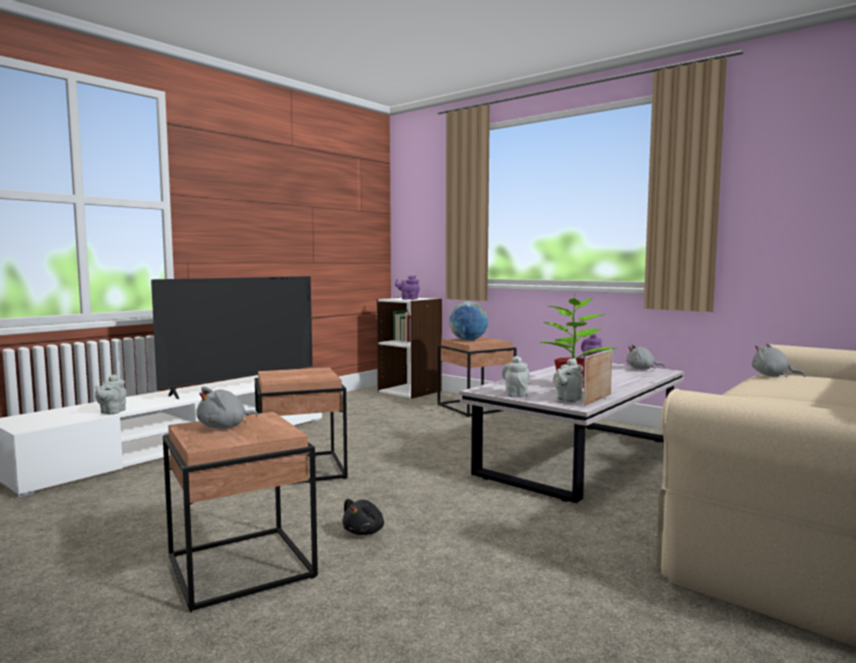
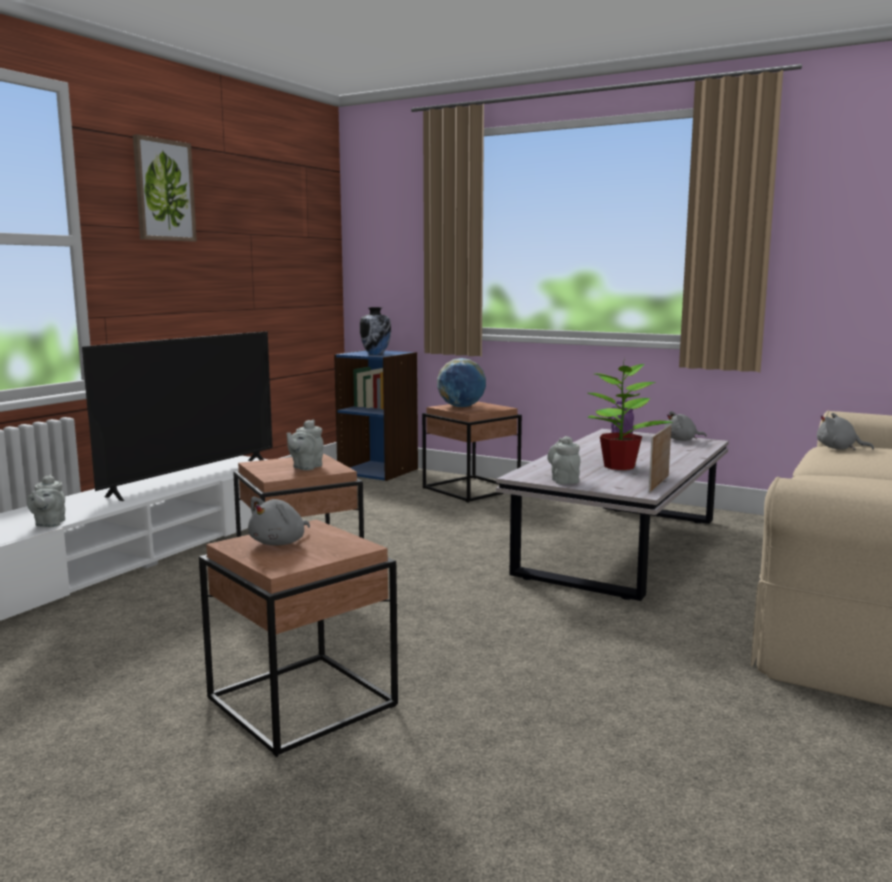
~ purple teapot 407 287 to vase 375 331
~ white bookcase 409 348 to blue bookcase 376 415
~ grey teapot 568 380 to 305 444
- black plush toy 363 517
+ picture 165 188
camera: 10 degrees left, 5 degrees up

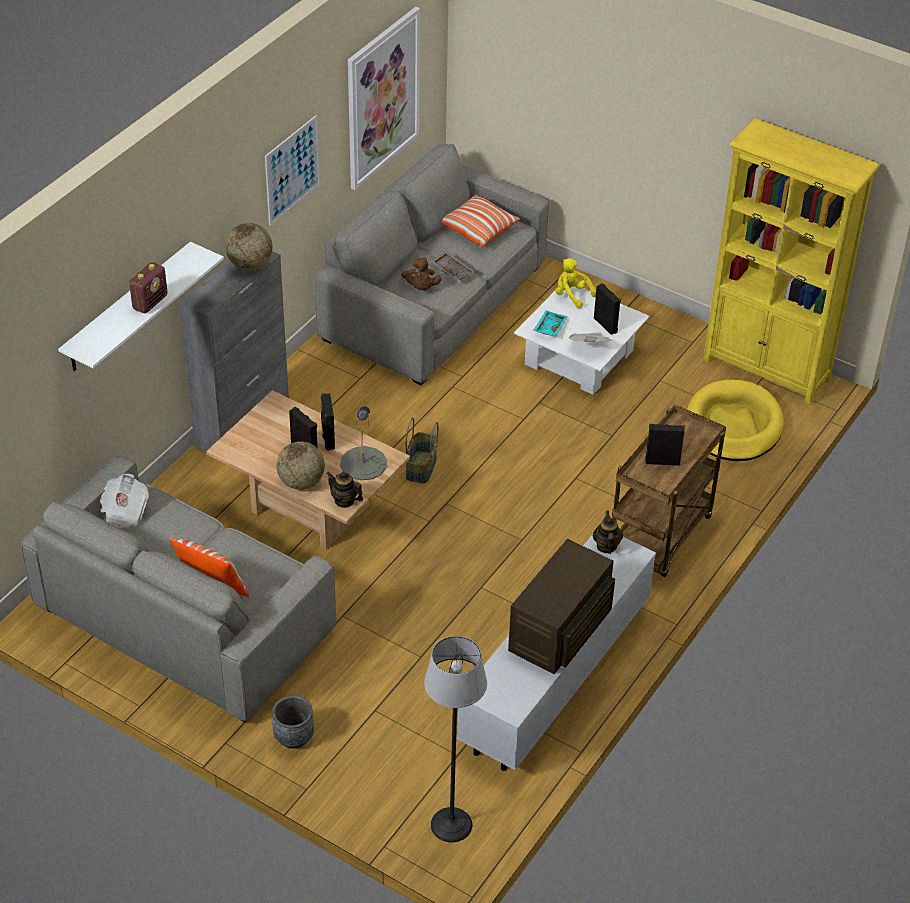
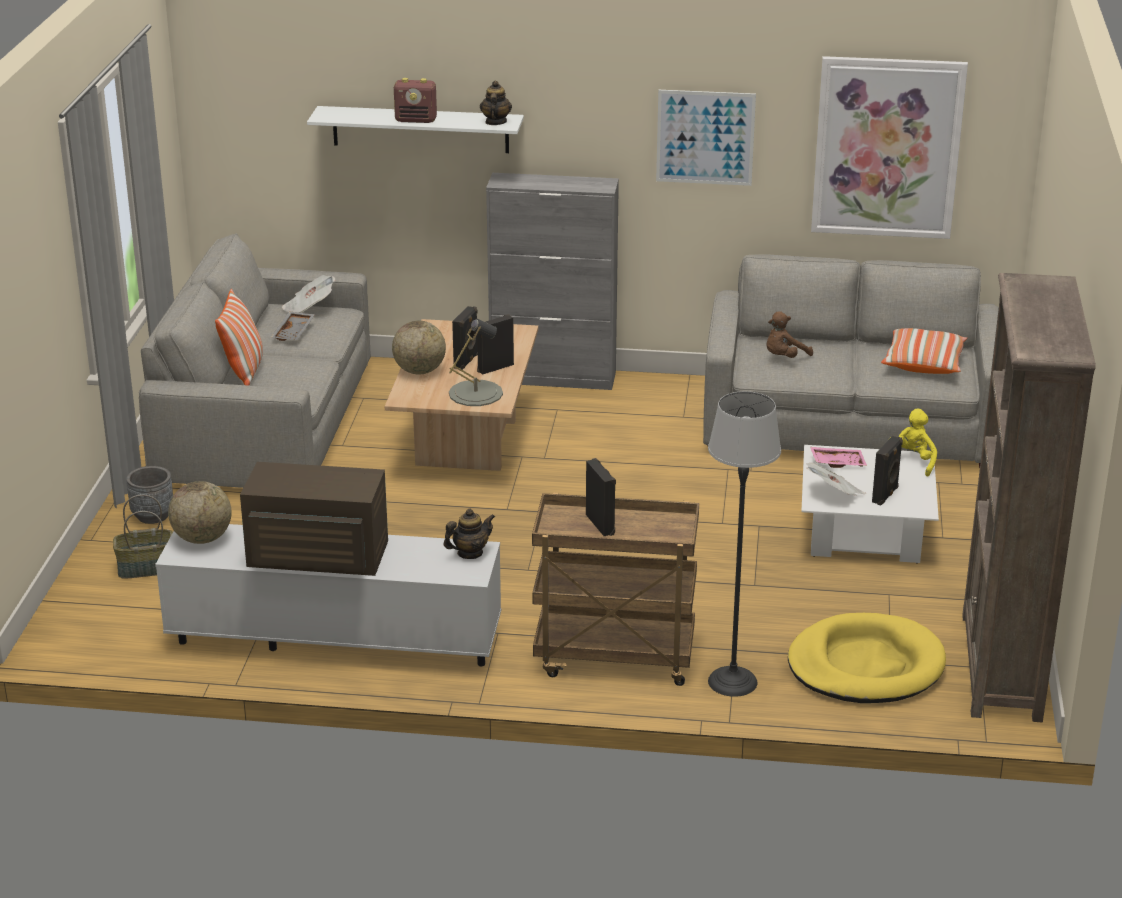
~ yellow bookcase 791 261 to brown bookcase 1029 498
~ globe 249 246 to 200 512
~ grey tray 453 267 to 293 326
~ turquoise tray 550 323 to pink tray 838 457
~ basket 422 450 to 143 536
~ teapot 344 489 to 496 102
~ floor lamp 455 739 to 744 544
camera: 65 degrees right, 15 degrees down

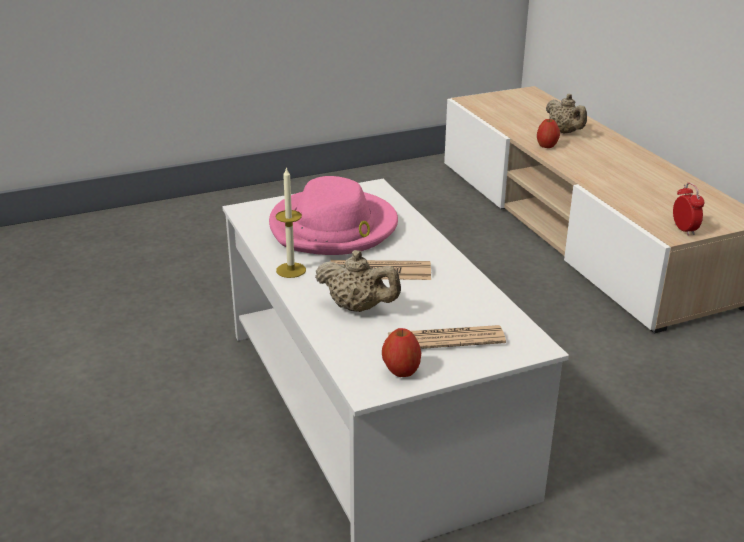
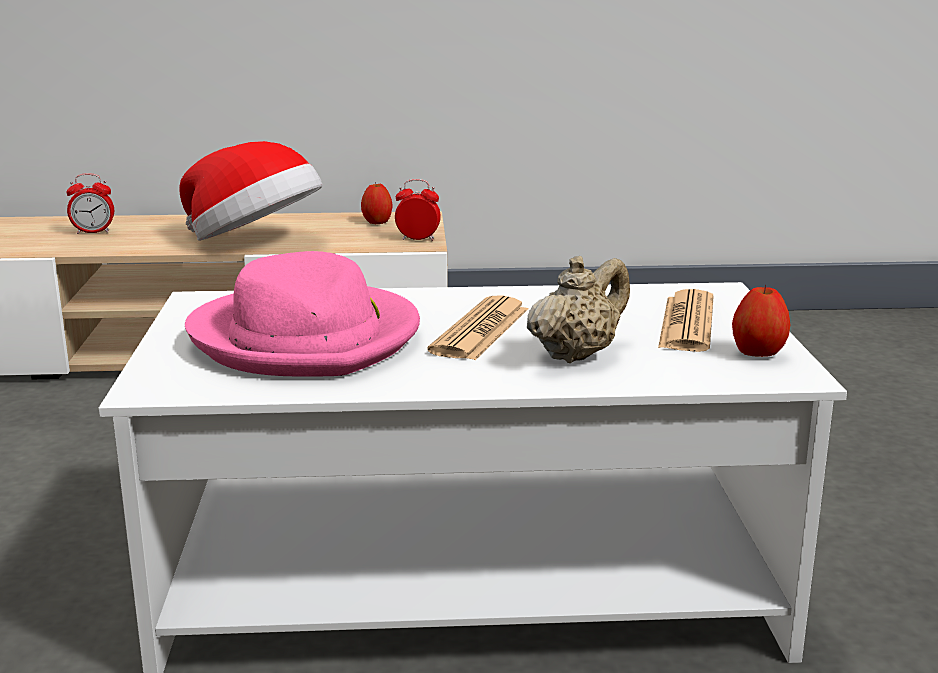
~ beige teapot 566 114 to alarm clock 90 203
~ apple 548 133 to 377 203
- candle 291 222
+ hat 251 191
camera: 70 degrees left, 10 degrees down

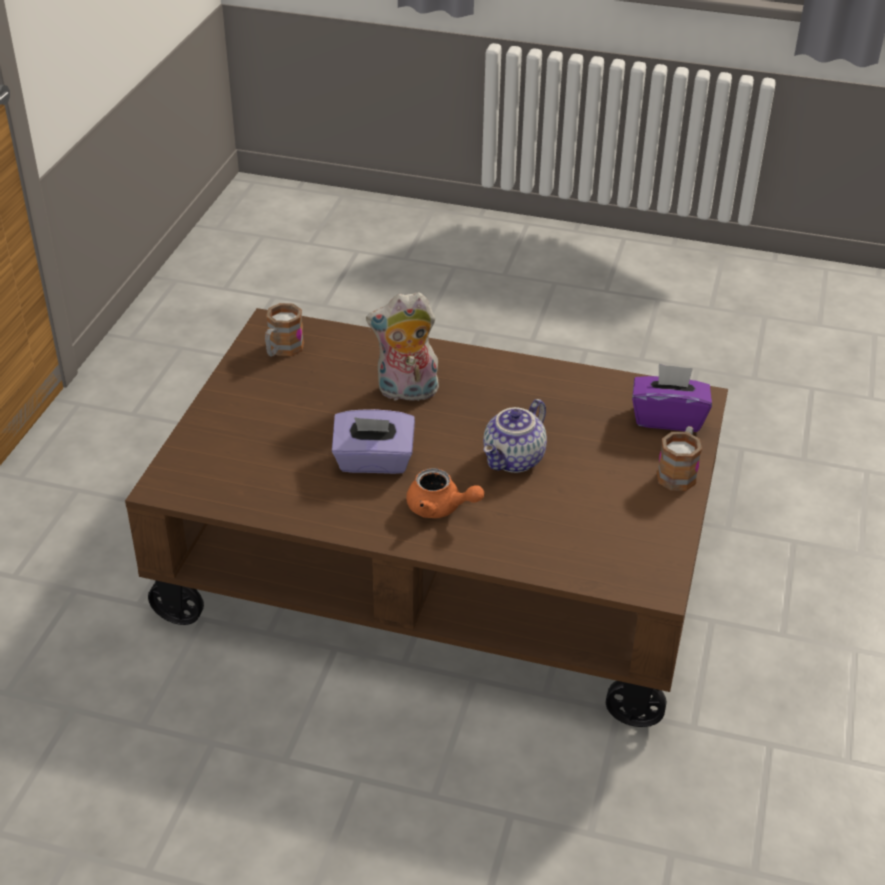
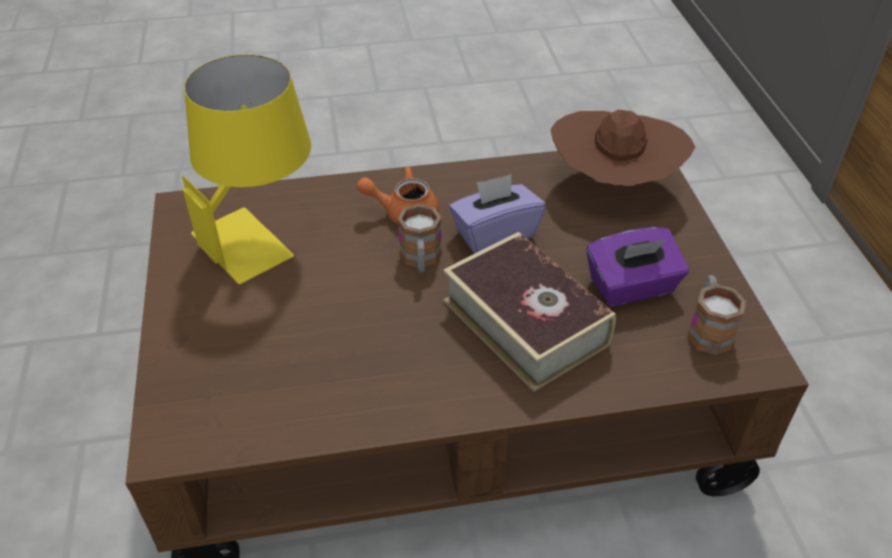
~ plush toy 402 346 to book 529 312
~ purple tissue box 672 398 to 637 267
- teapot 515 436
~ mug 679 458 to 419 238
+ yellow table lamp 246 169
+ brown hat 623 148
camera: 155 degrees right, 5 degrees up

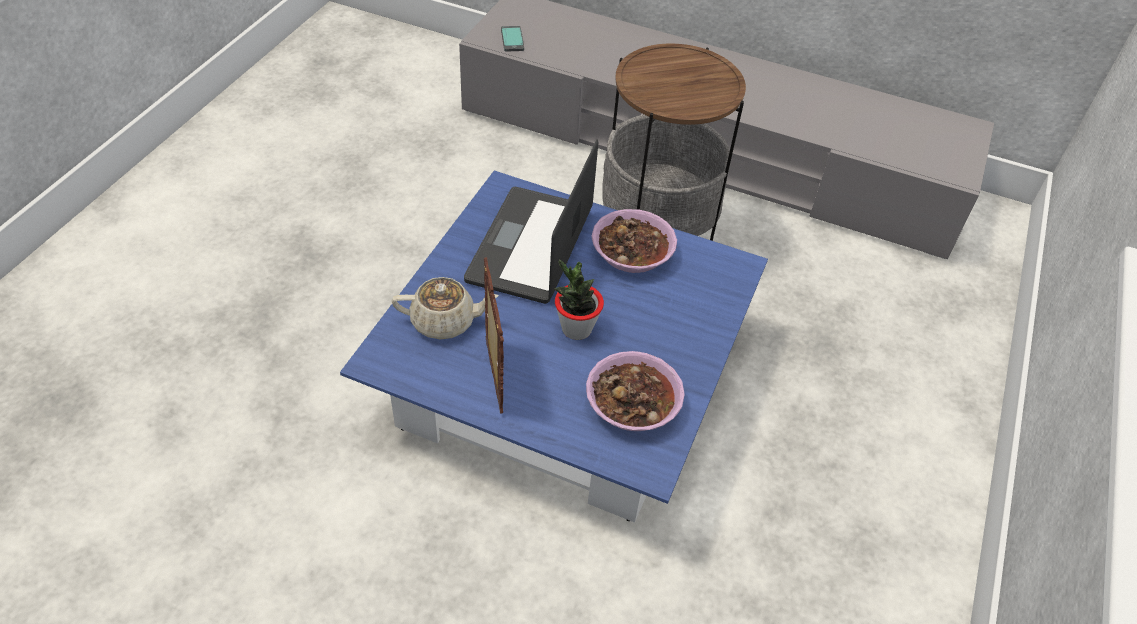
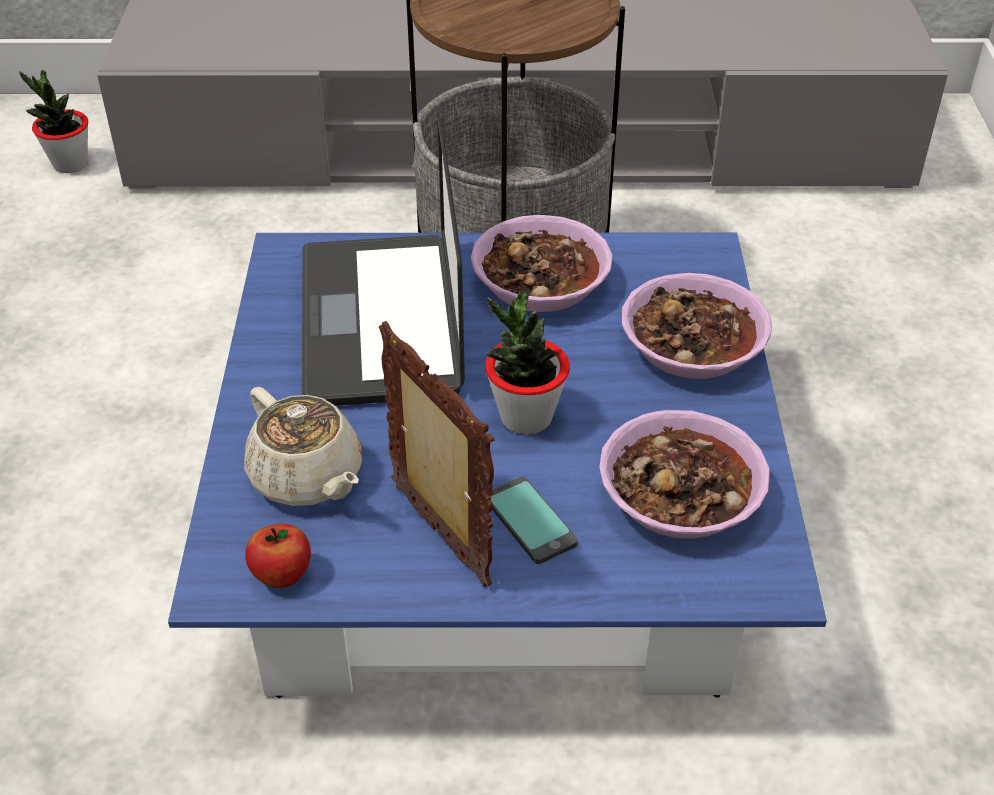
~ phone 512 39 to 534 520
~ beige teapot 445 308 = 303 446 75 degrees clockwise
+ potted plant 53 121
+ bowl 697 326
+ apple 278 556
camera: 20 degrees left, 5 degrees down

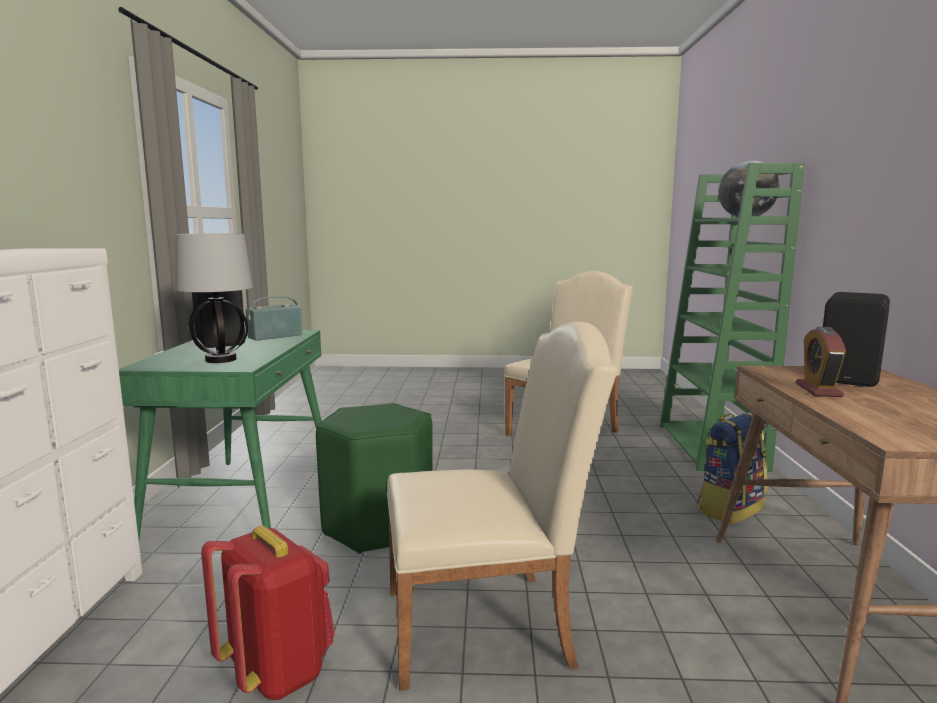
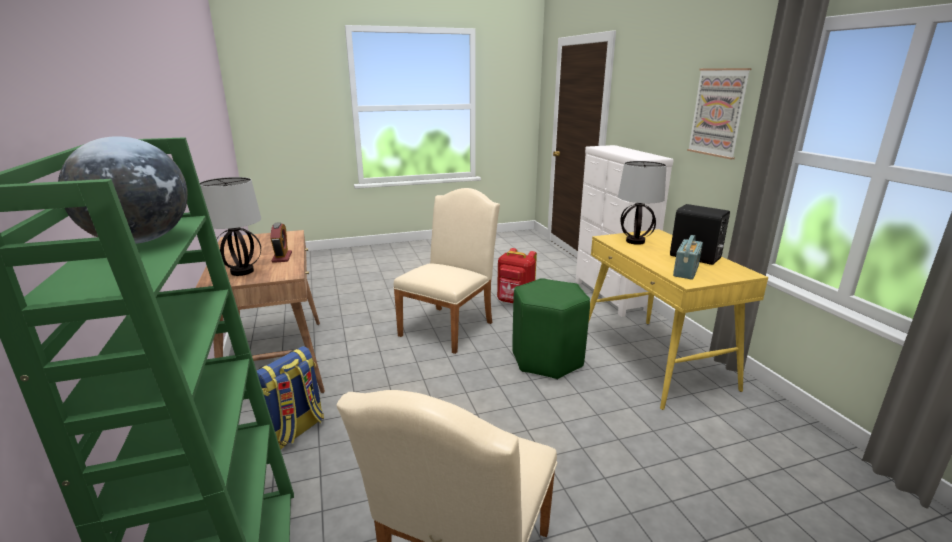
~ black speaker 856 339 to table lamp 230 226
~ beige chair 502 506 = 446 271 150 degrees clockwise
~ green desk 220 434 to yellow desk 678 319
+ picture 719 113
camera: 160 degrees right, 10 degrees up

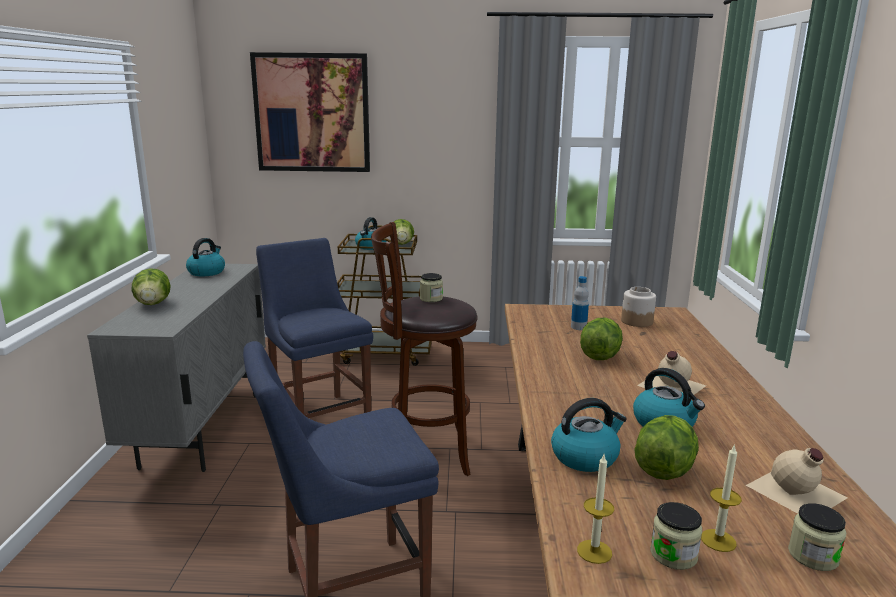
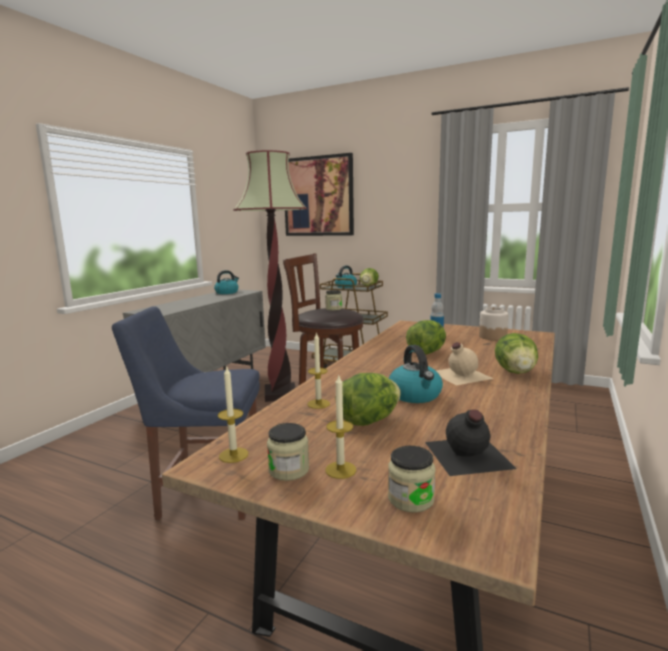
~ blue chair 314 328 to floor lamp 270 276
~ lettuce 151 286 to 516 353
~ kettle 589 435 to candle 318 370
~ beige bottle 797 481 to black bottle 471 442
camera: 25 degrees right, 5 degrees down

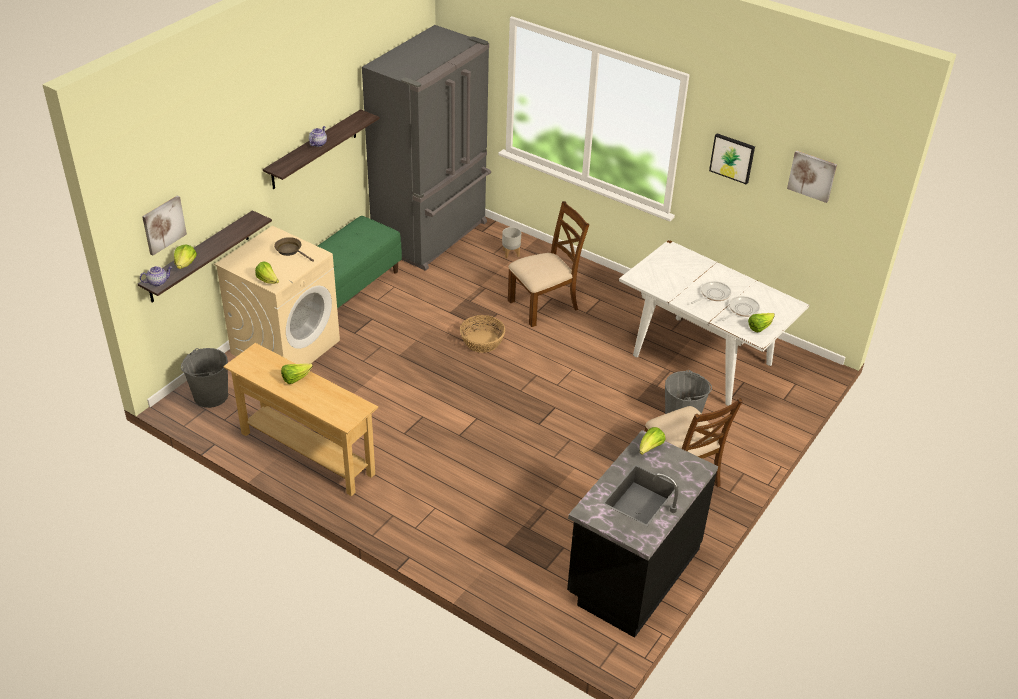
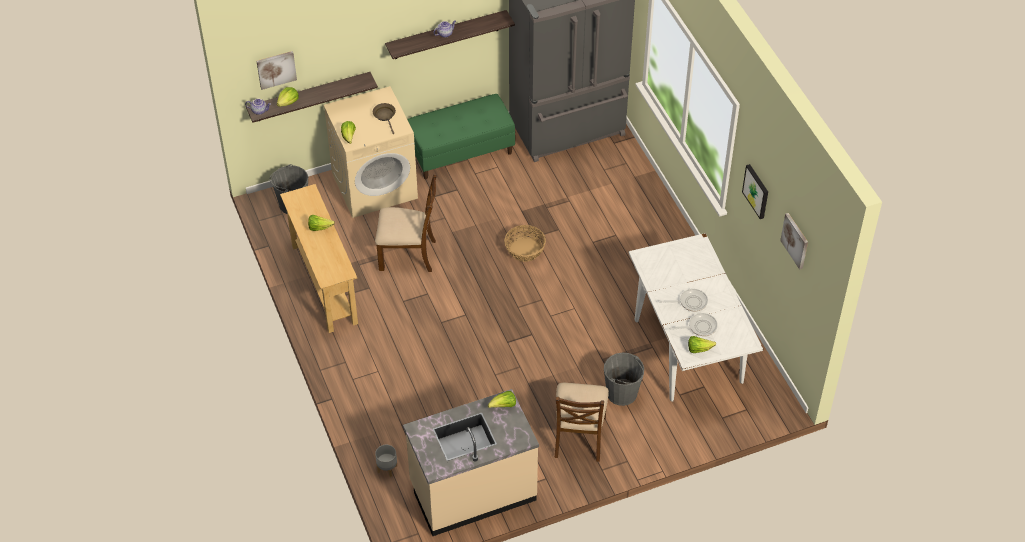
~ brown chair 549 264 to 406 223
~ grey planter 511 242 to 386 461
~ black counter 642 534 to beige counter 471 462
camera: 35 degrees right, 10 degrees up

